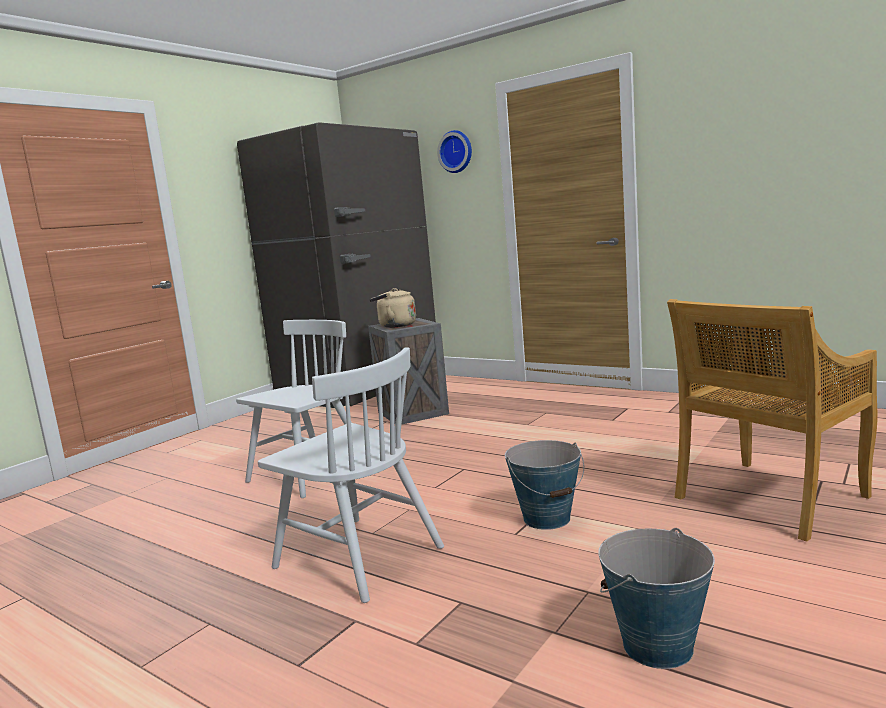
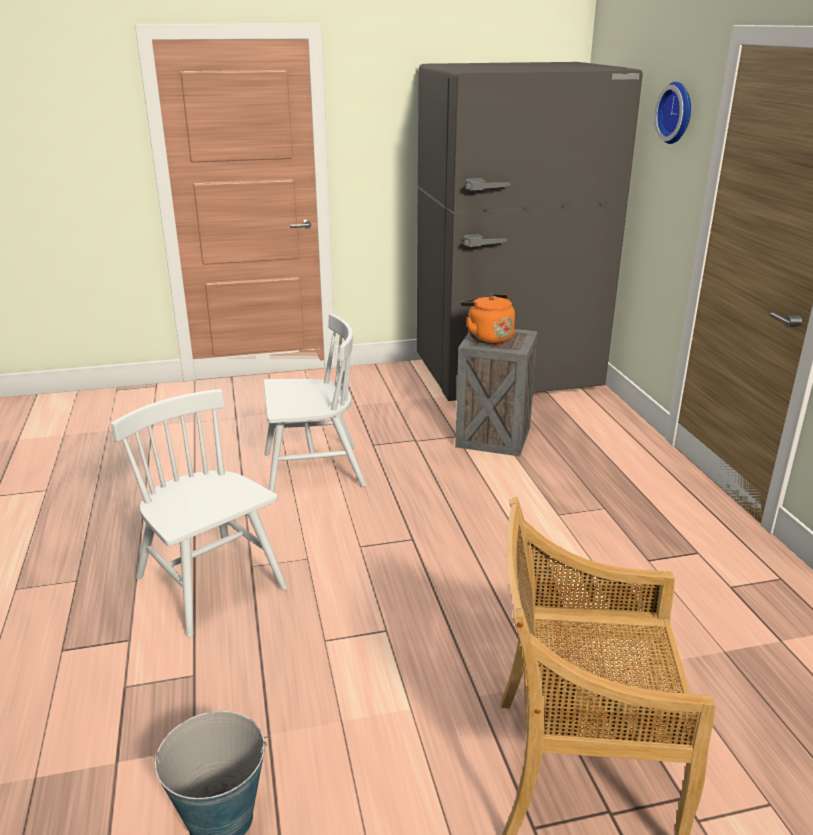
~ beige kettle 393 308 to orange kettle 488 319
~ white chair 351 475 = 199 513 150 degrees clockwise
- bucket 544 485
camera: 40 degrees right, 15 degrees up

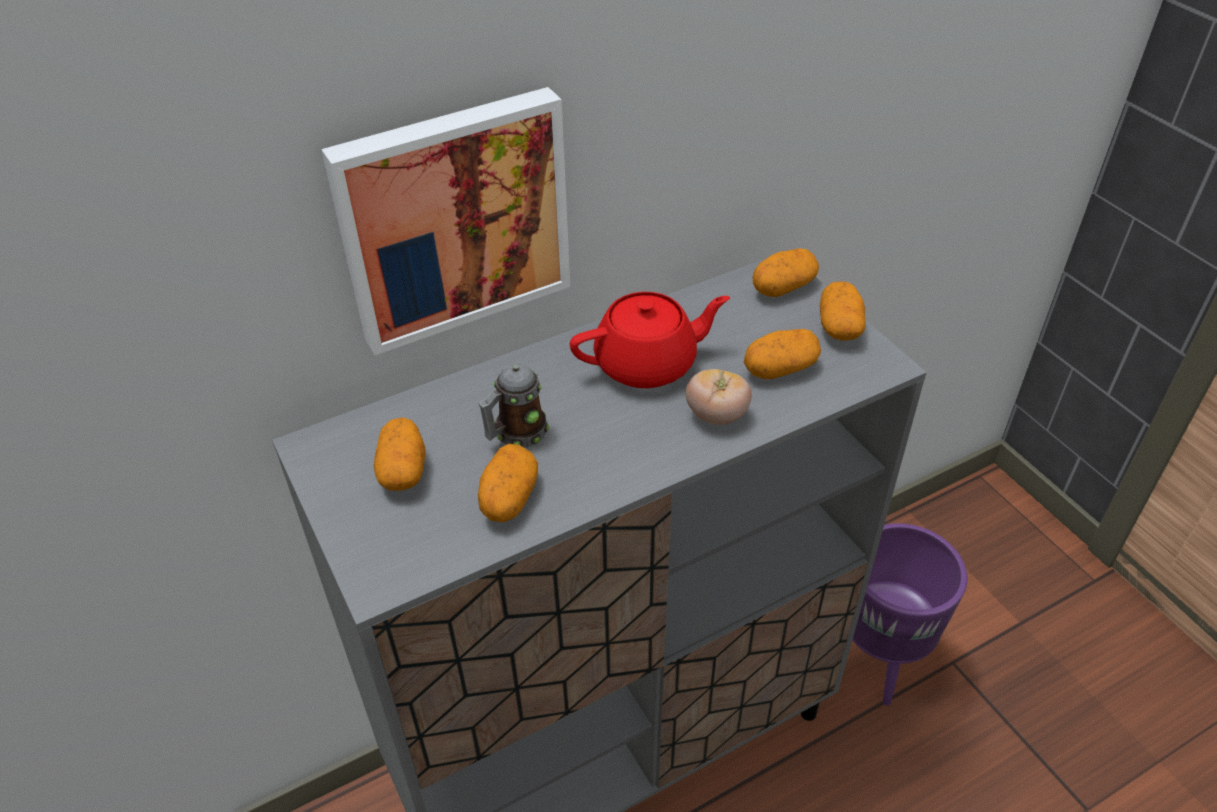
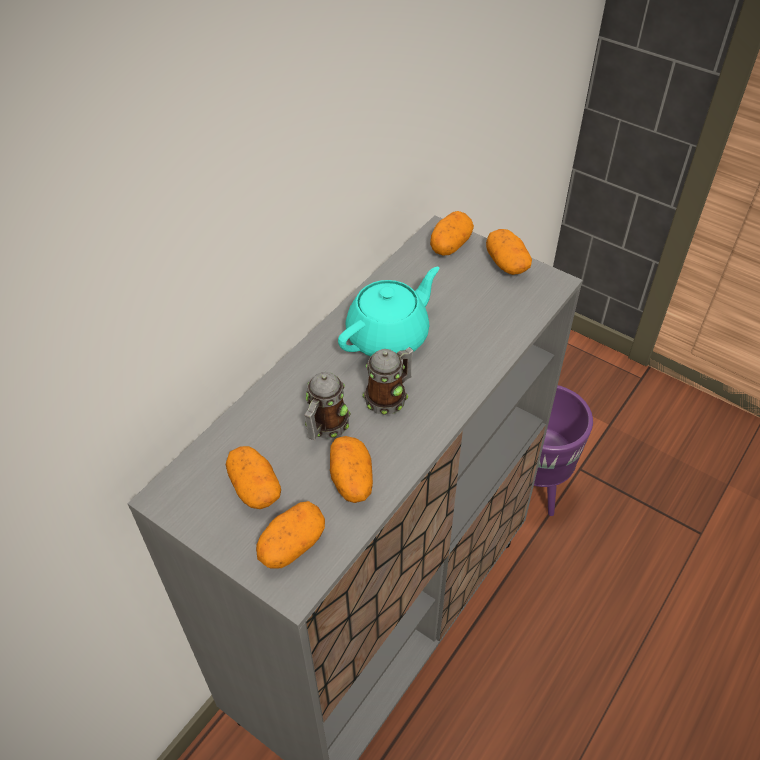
- picture 445 221
~ red teapot 650 340 to turquoise teapot 389 311
~ potato 782 354 to 290 535
- tomato 719 397
+ mug 388 381
camera: 25 degrees left, 5 degrees up

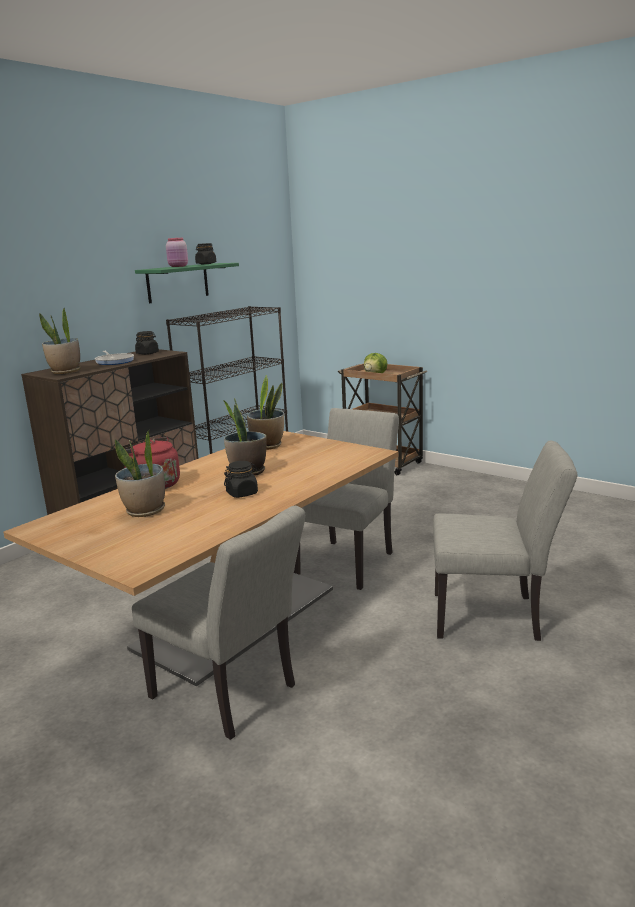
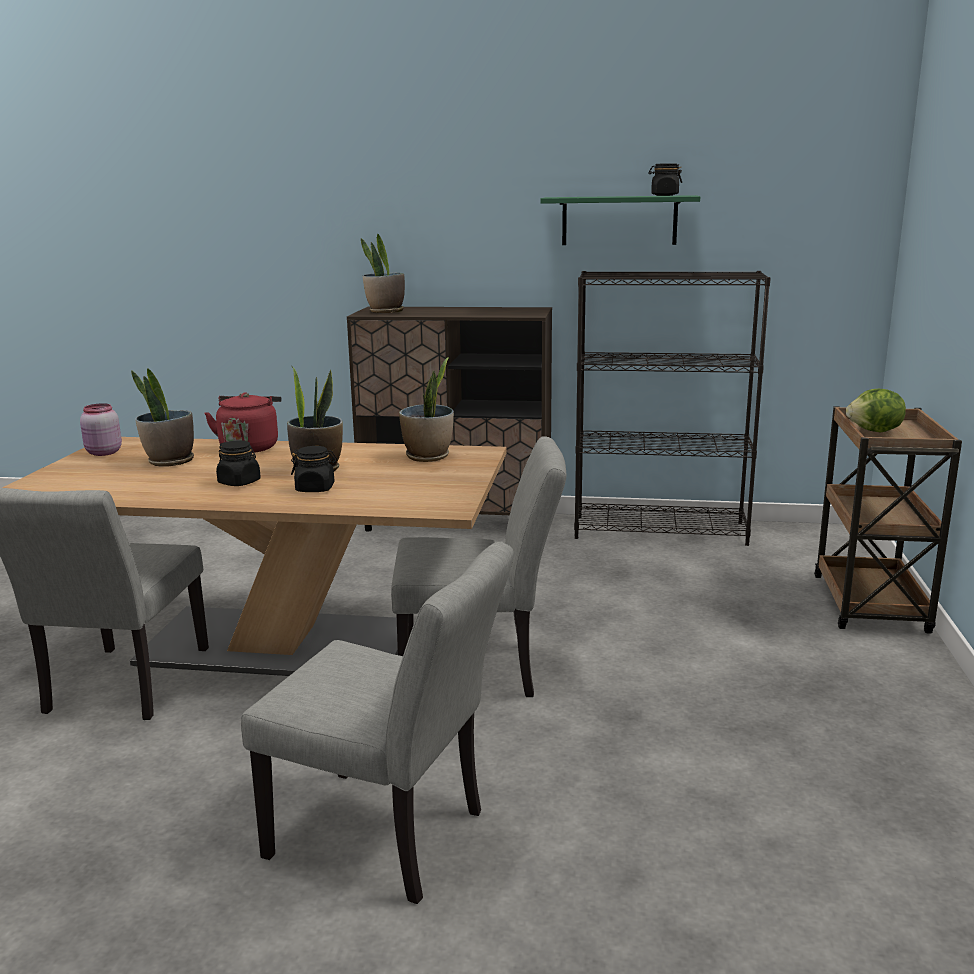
~ pink jar 177 252 to 101 429
~ black jar 147 343 to 314 469
- frying pan 114 358
~ grey chair 505 541 = 377 723 45 degrees counterclockwise
camera: 60 degrees right, 0 degrees up

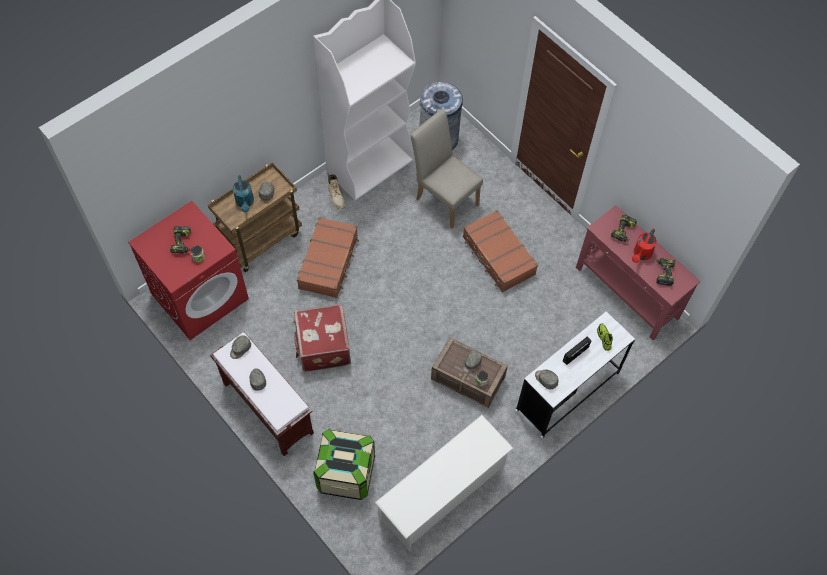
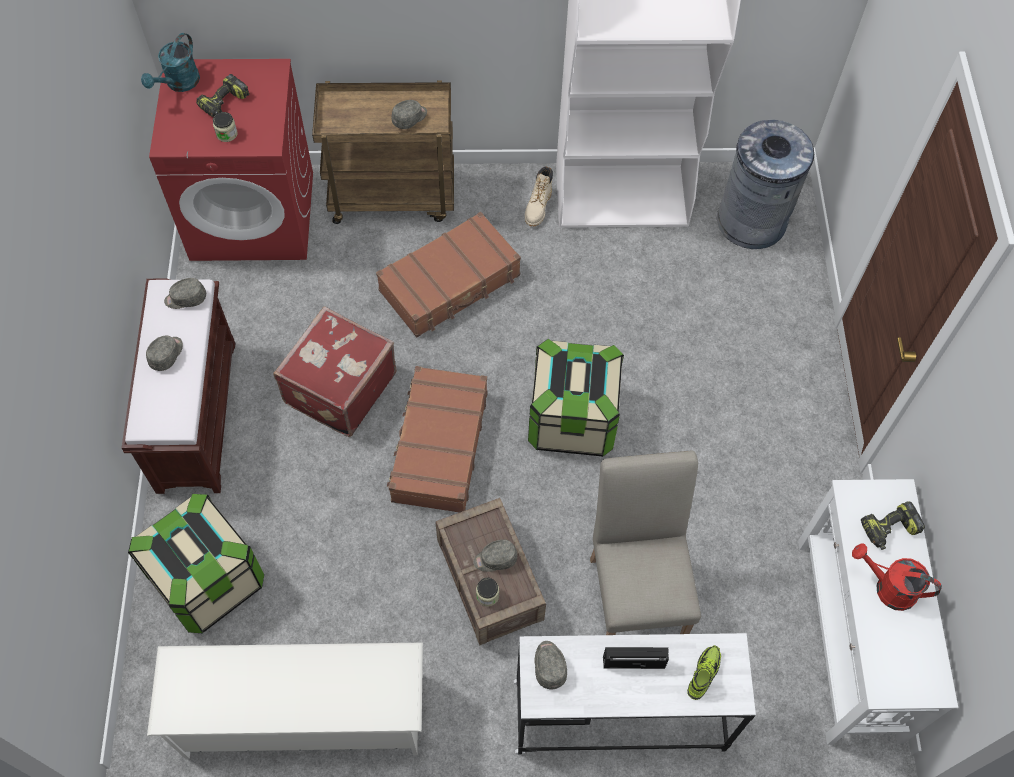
~ beige chair 446 169 to 645 543
~ turquoise watering can 243 193 to 170 62
~ red console table 638 273 to white console table 878 612
~ brown suitcase 500 251 to 437 439
~ red watering can 644 245 = 897 577 45 degrees clockwise
- power drill 665 272
+ storage box 576 398
camera: 40 degrees right, 0 degrees up

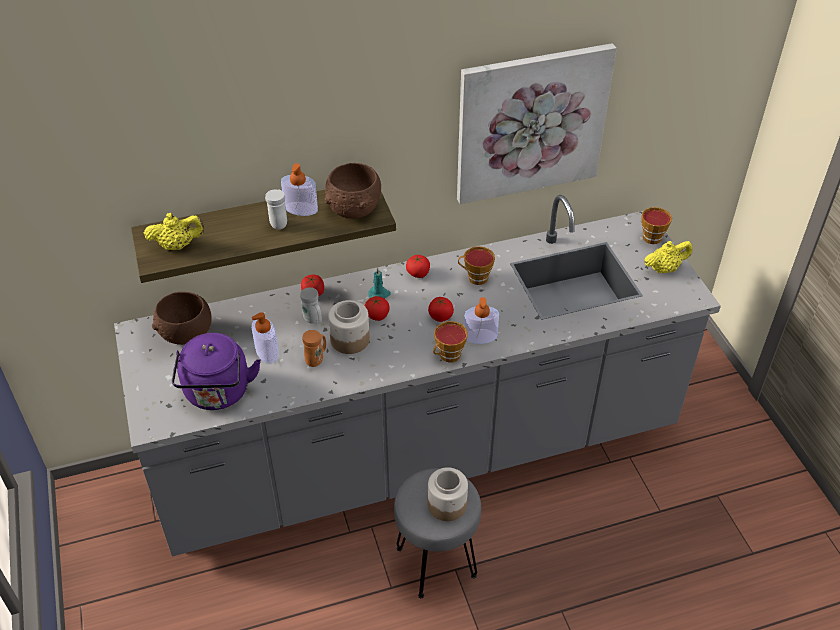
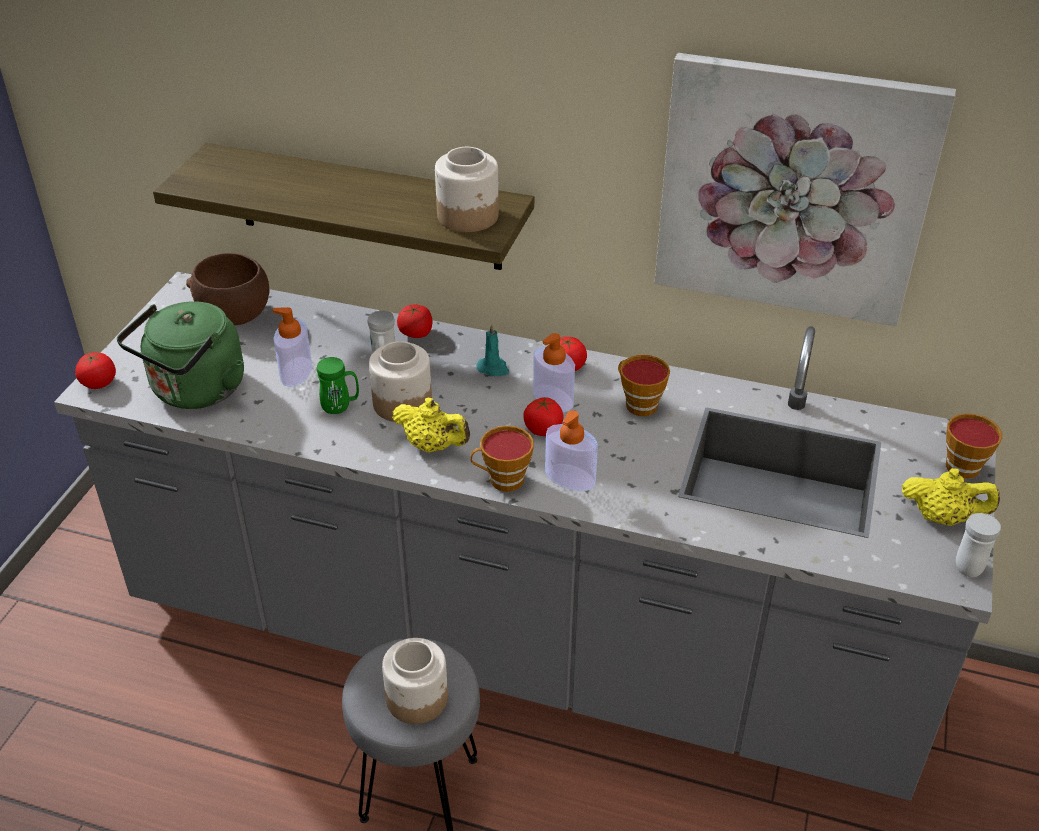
~ soap dispenser 299 189 to 554 372
~ brown bowl 352 191 to jar 467 189
~ white mug 276 209 to 978 545
~ yellow teapot 174 231 to 431 425
~ tomato 377 308 to 95 371
~ orange mug 314 348 to green mug 338 385
~ purple kettle 216 371 to green kettle 180 355
camera: 35 degrees right, 5 degrees down

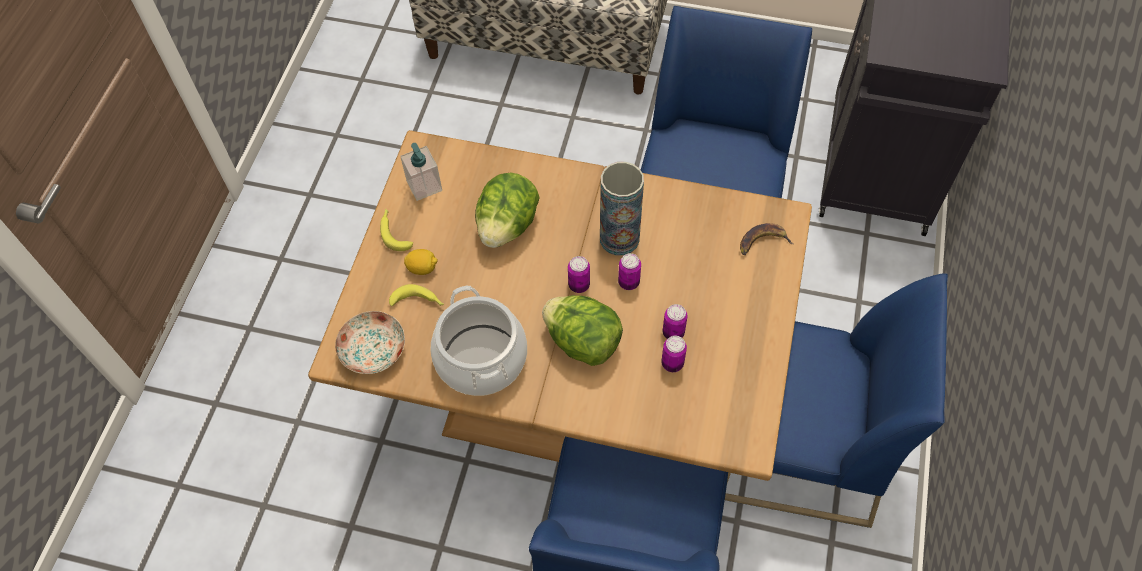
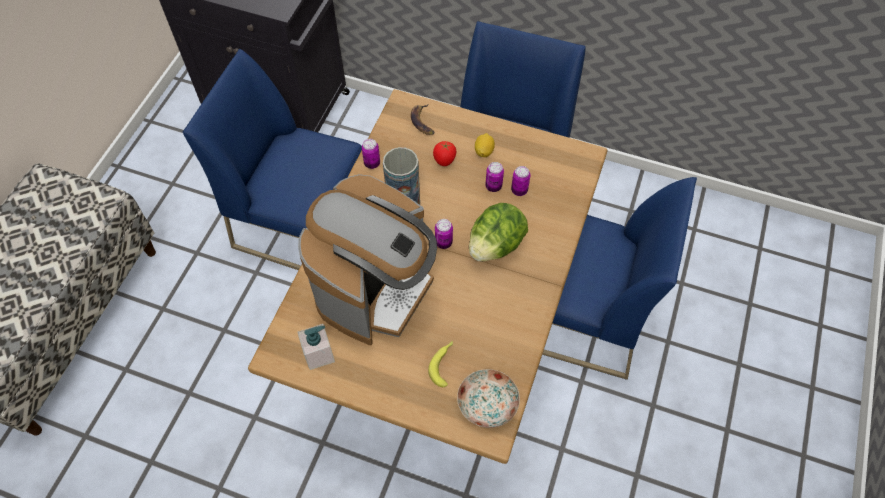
~ lettuce 507 210 to coffee machine 367 259
- banana 396 229
~ lemon 421 262 to 485 145
~ can 629 271 to 371 154
- cooking pot 479 341
+ tomato 444 153
camera: 85 degrees left, 0 degrees up

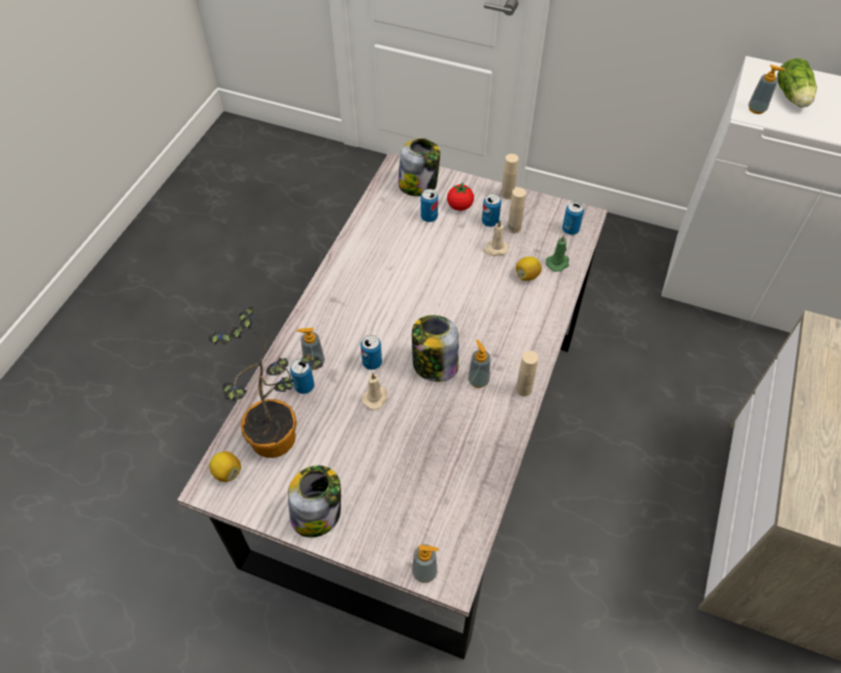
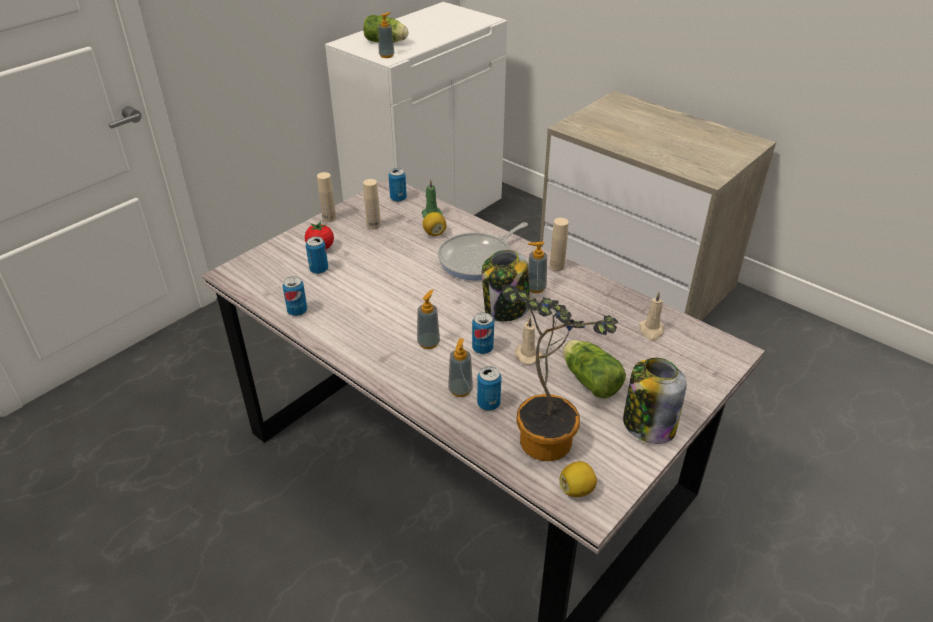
- jar 419 167
~ can 491 210 to 294 296
~ beige candle 496 238 to 651 316
~ soap dispenser 425 563 to 428 319
+ frying pan 483 251
+ lettuce 594 369
camera: 70 degrees left, 15 degrees down

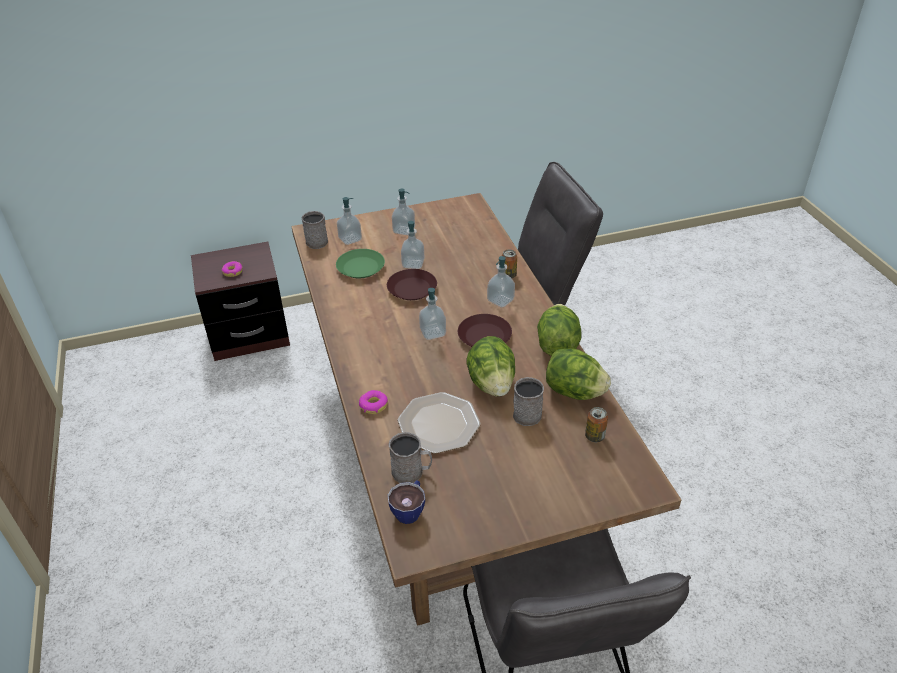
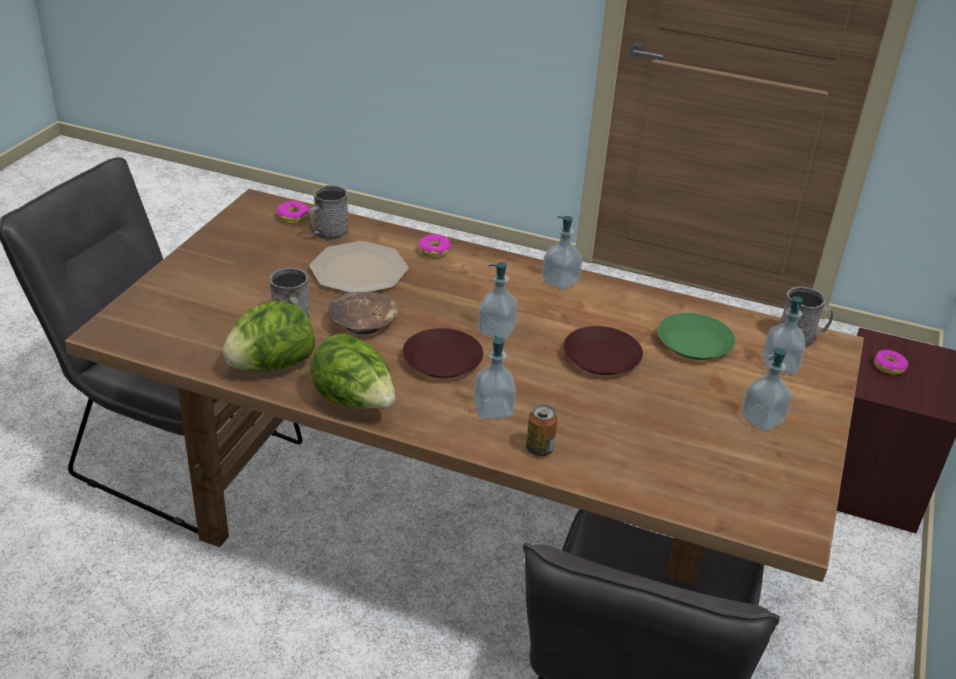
~ soap dispenser 412 245 to 562 253
~ lettuce 490 366 to brown bowl 363 313
- can 596 424
~ cup 406 502 to donut 293 212
camera: 125 degrees right, 5 degrees down

